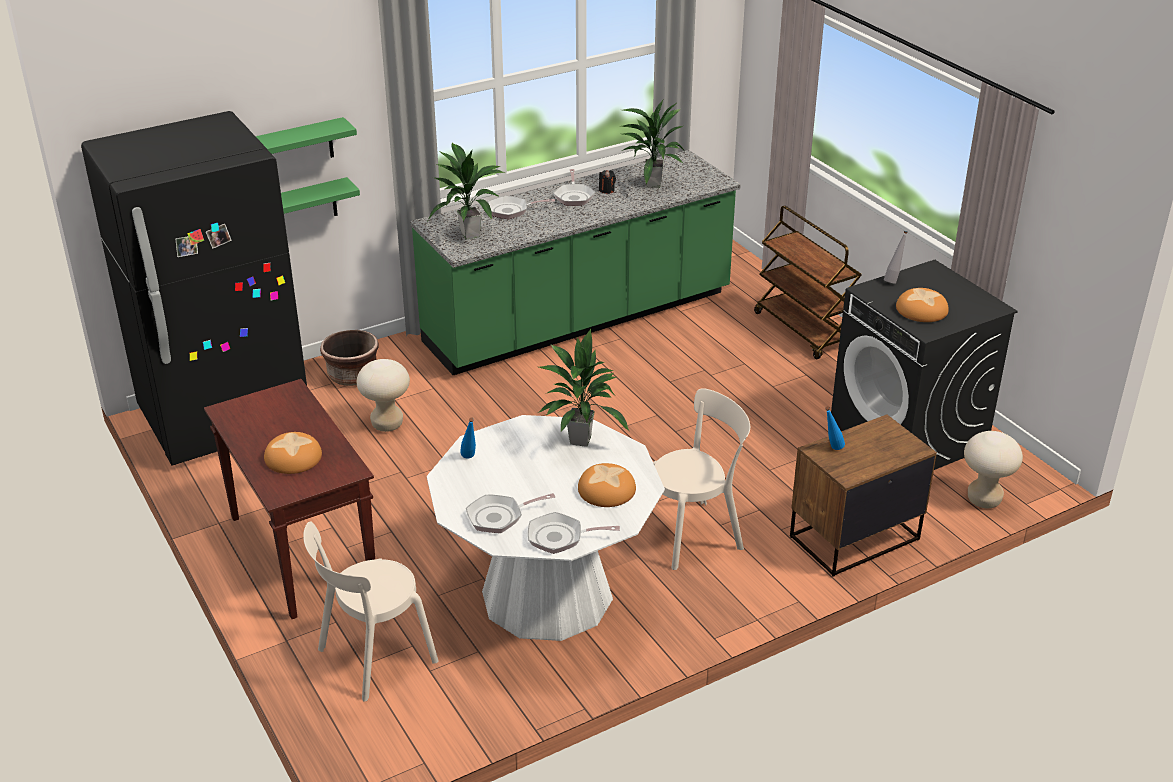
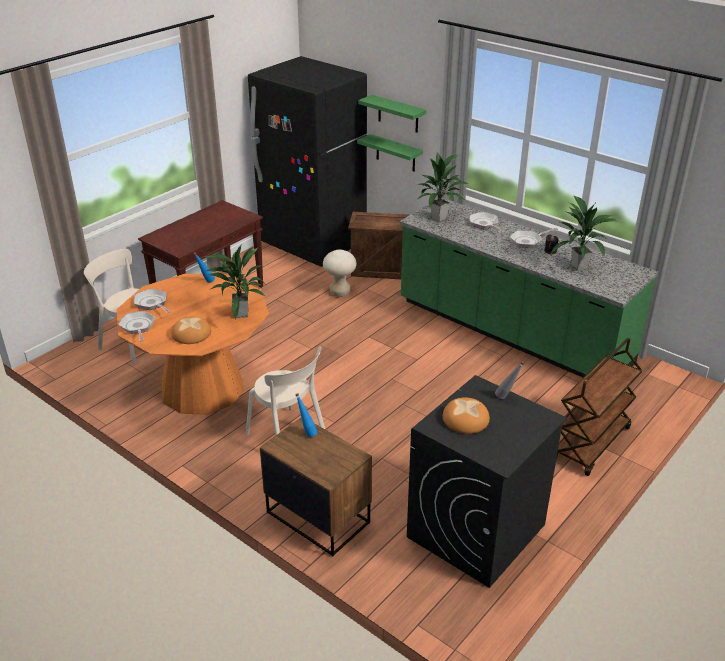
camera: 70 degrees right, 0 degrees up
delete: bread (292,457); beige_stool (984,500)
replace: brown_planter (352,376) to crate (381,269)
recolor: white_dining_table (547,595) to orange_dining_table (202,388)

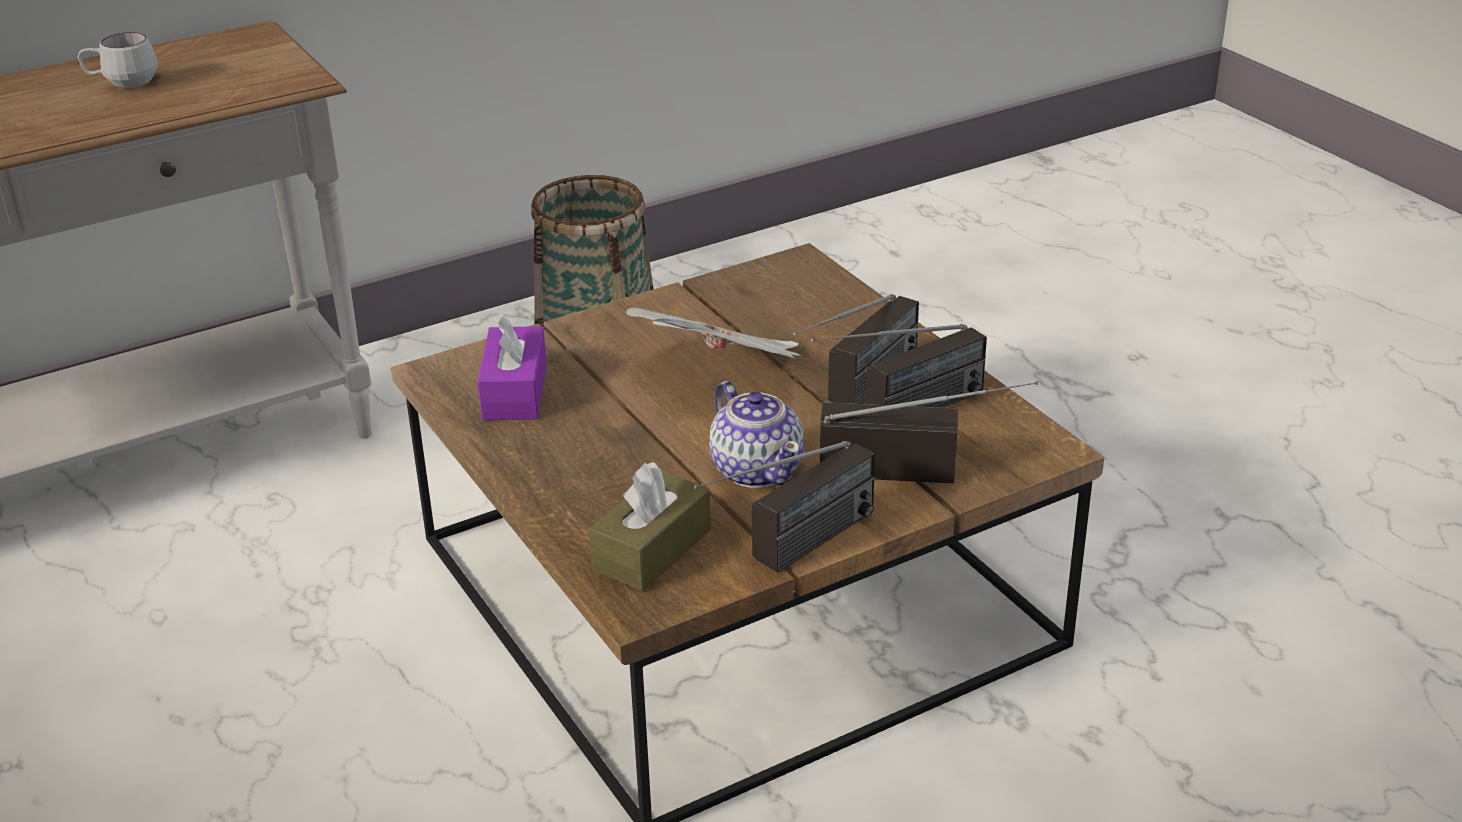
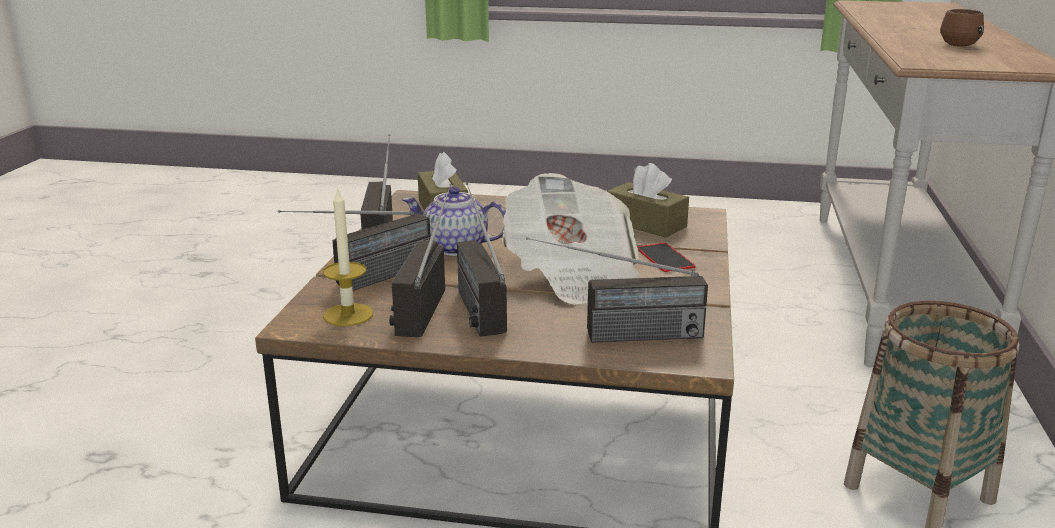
camera: 130 degrees right, 10 degrees down
insert: candle (348,315); radio (614,336); phone (664,257)
recolor: white_mug (122,84) to brown_mug (960,44); purple_tissue_box (515,391) to brown_tissue_box (645,224)

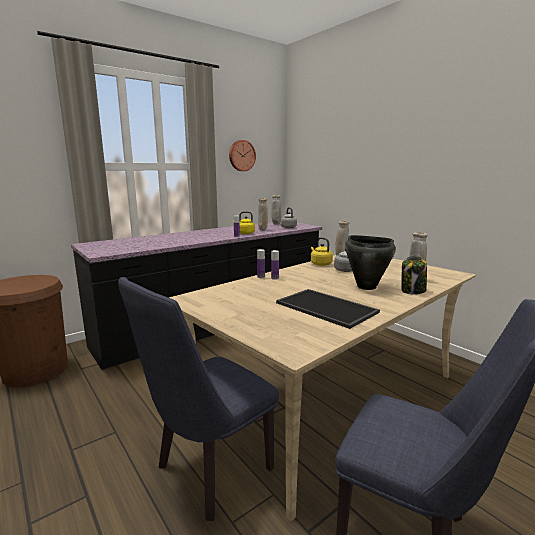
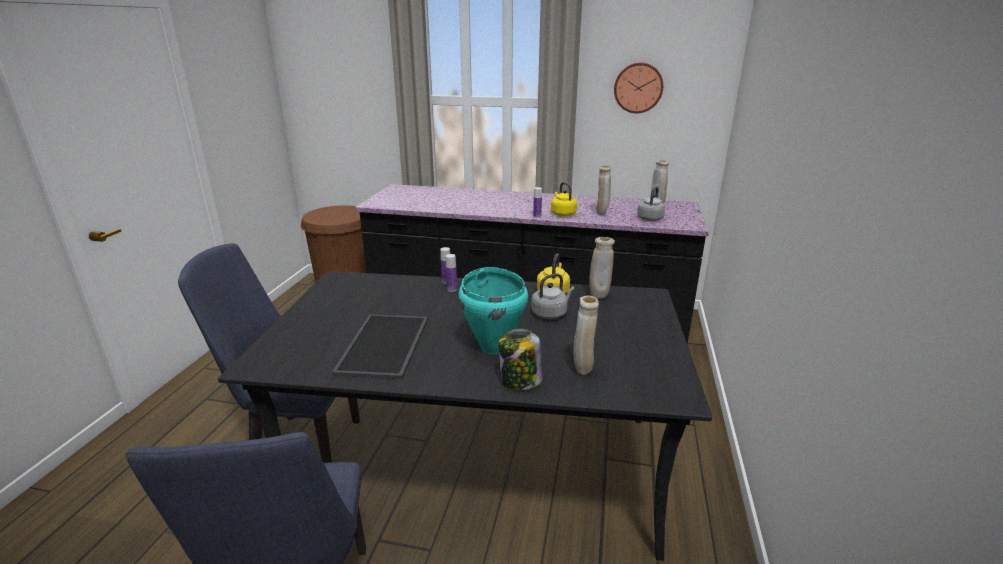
camera: 50 degrees right, 10 degrees up
recolor: beige_dining_table (329,396) to black_dining_table (479,463); black_cooking_pot (366,287) to turquoise_cooking_pot (494,346)

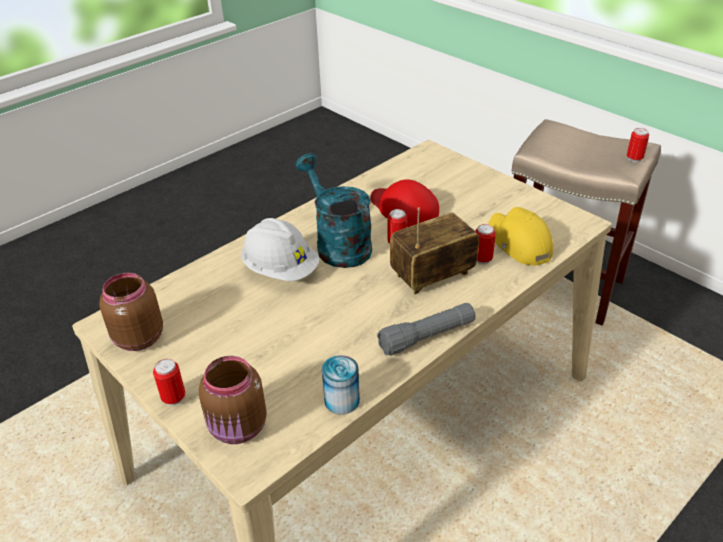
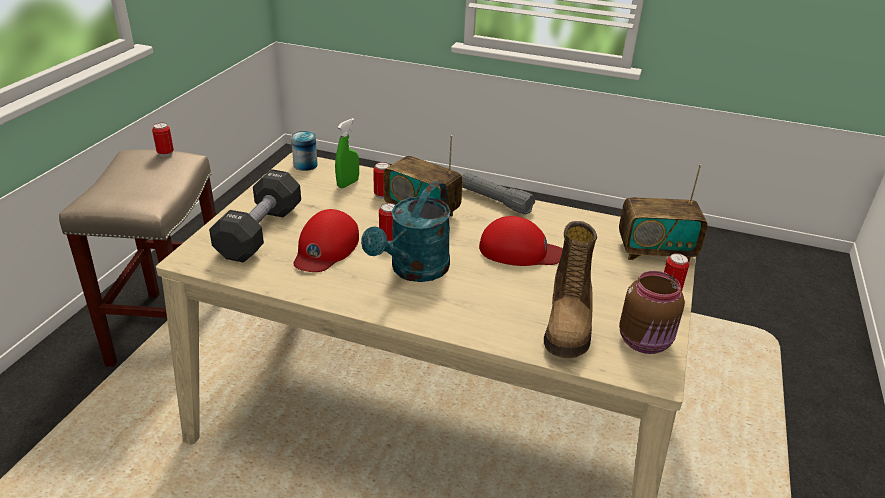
camera: 120 degrees left, 5 degrees down
delete: white_hard_hat (280,270)
insert: black_dumbbell (260,232); red_cap (520,251); boot (569,323)
move: can (342,400) to (305,165)
replace: brown_jar (238,428) to radio (655,251); yellow_cap (518,243) to green_spray_bottle (348,184)

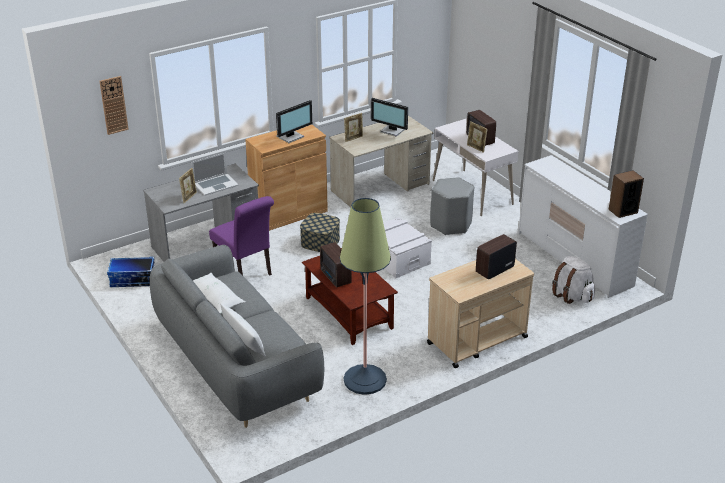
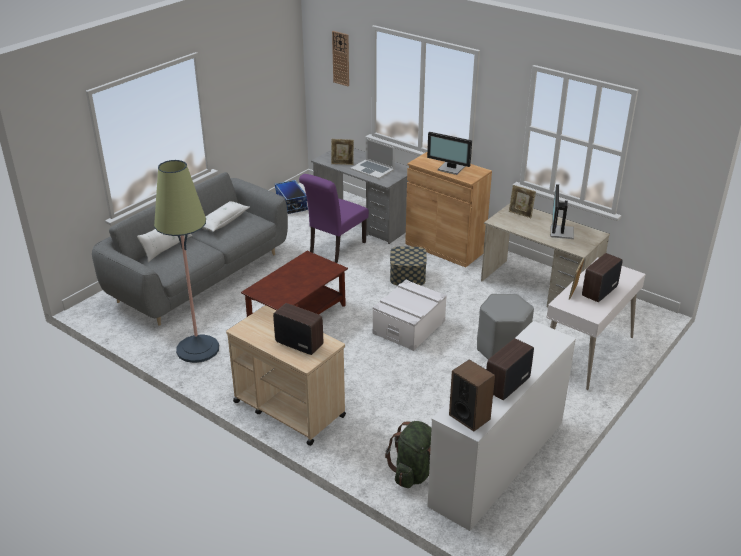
camera: 70 degrees right, 0 degrees up
move: radio (335,278) to (505,385)
recolor: white_backpack (572,296) to green_backpack (414,472)

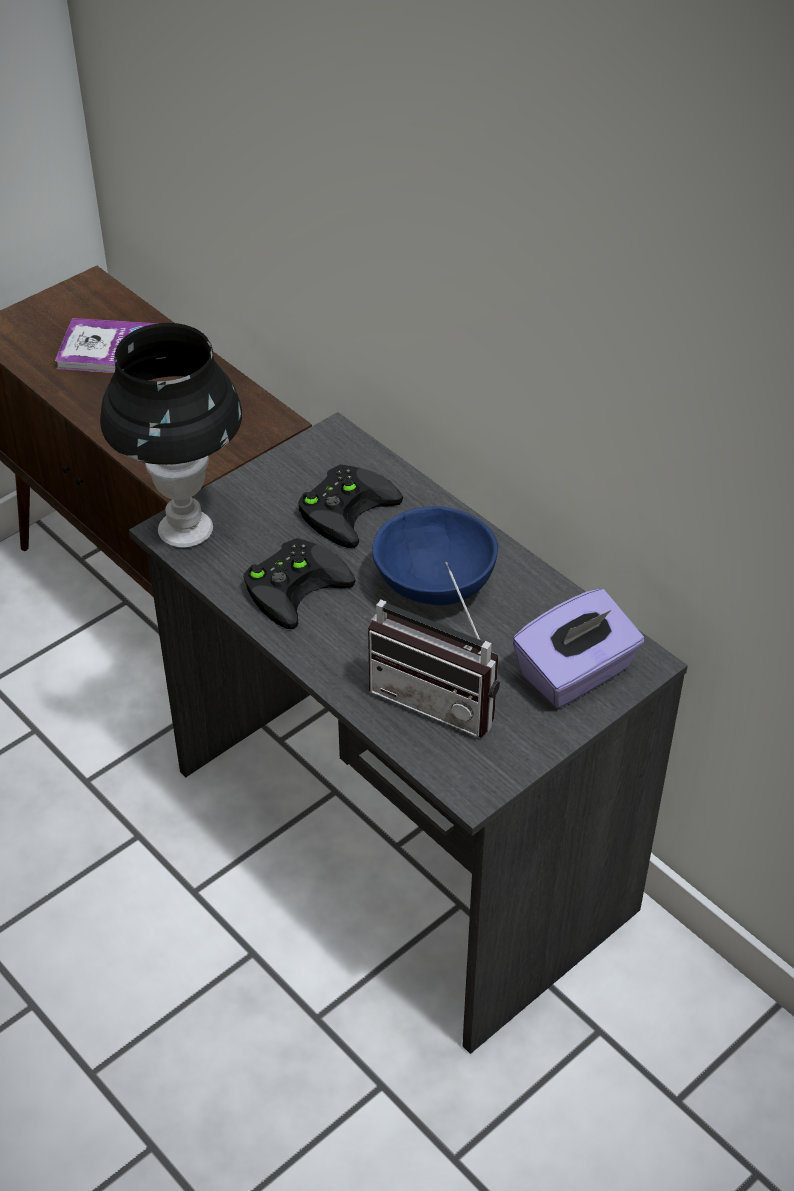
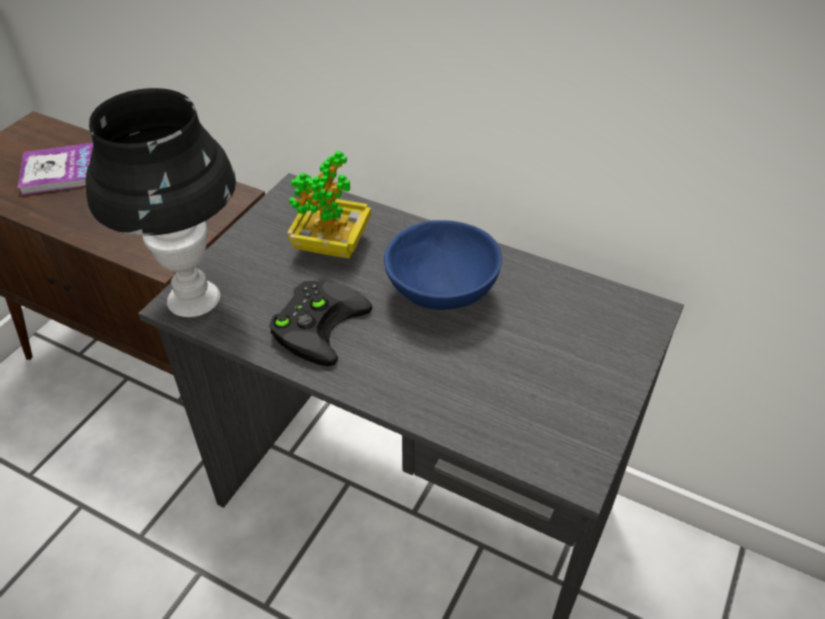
camera: 20 degrees left, 0 degrees up
delete: radio (440,697); purple_tissue_box (575,674)
replace: black_game_controller (346,507) to potted_plant (332,245)

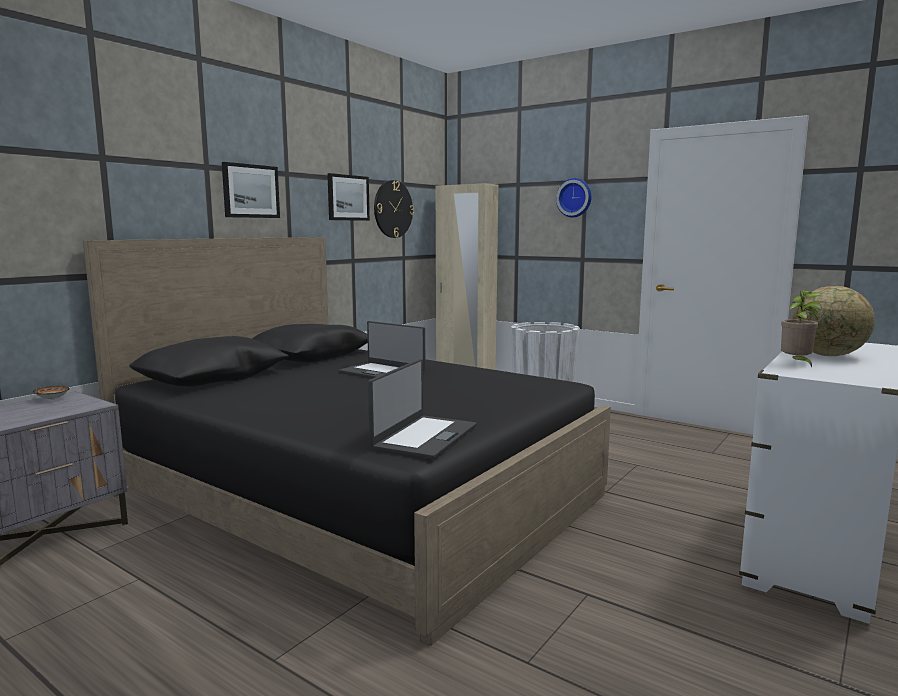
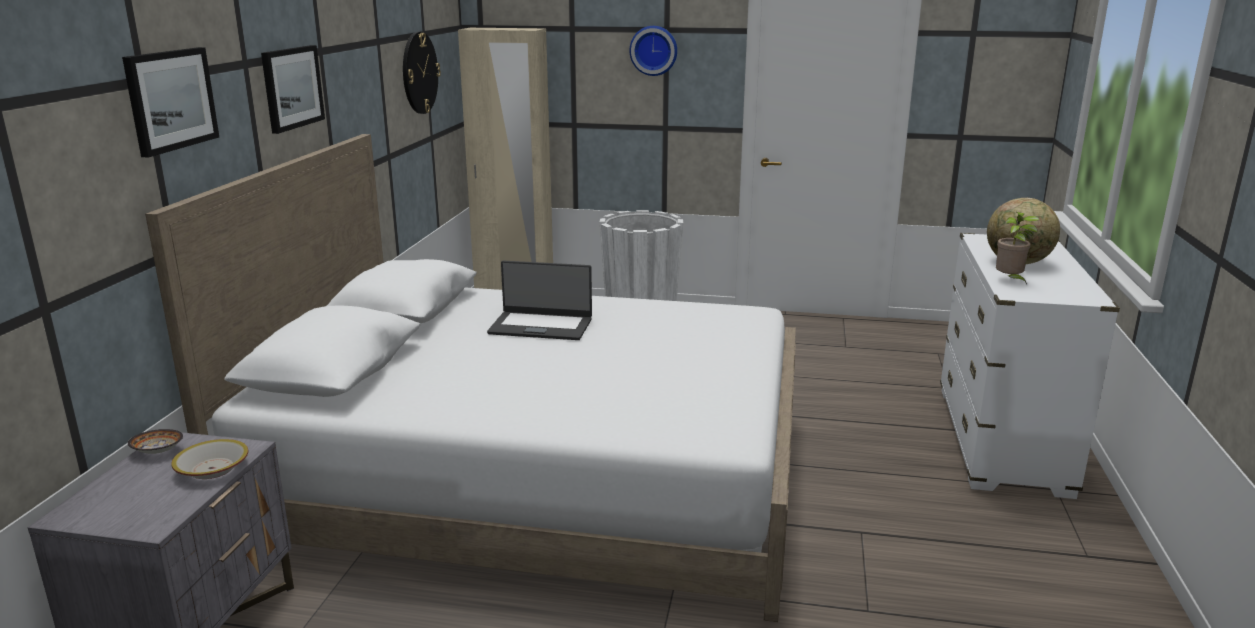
camera: 25 degrees left, 10 degrees up
delete: laptop (424,437)
insert: bowl (212,469)
move: picture (348,197) to (170,100)
recolor: black_bed (359,493) to white_bed (538,476)

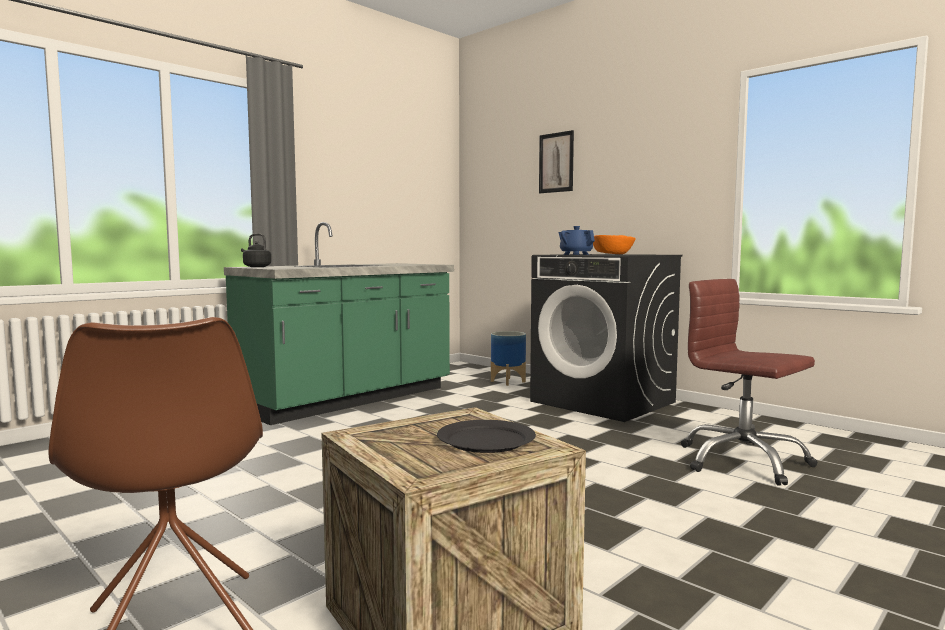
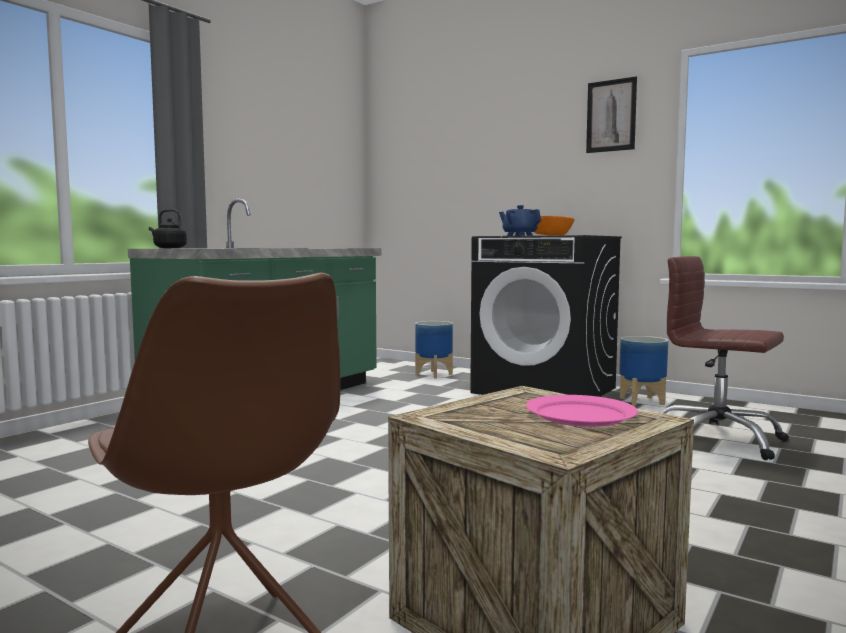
camera: 10 degrees left, 0 degrees up
insert: planter (642,401)
move: picture (556,162) to (611,116)
recolor: black_plate (485,440) to pink_plate (579,415)

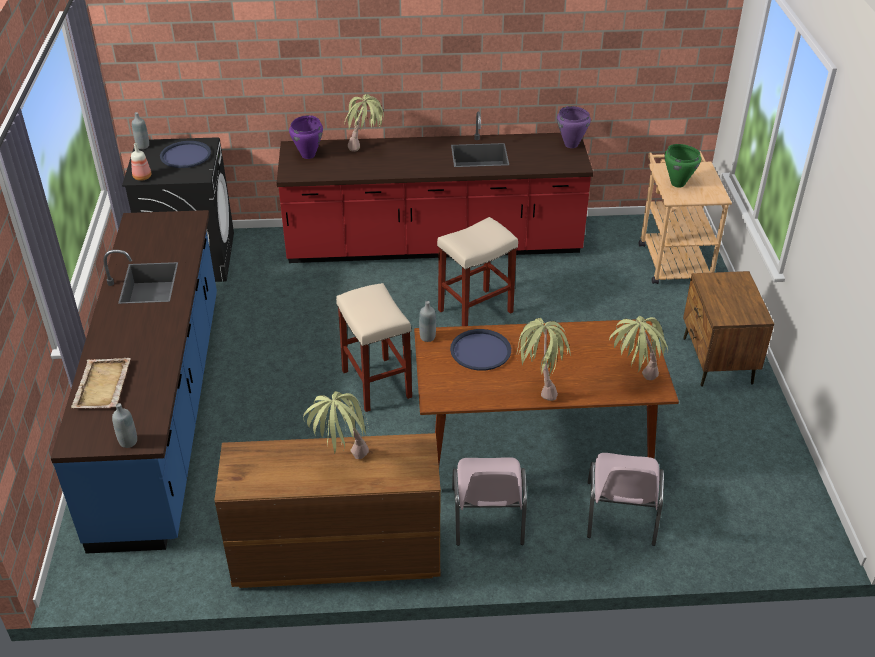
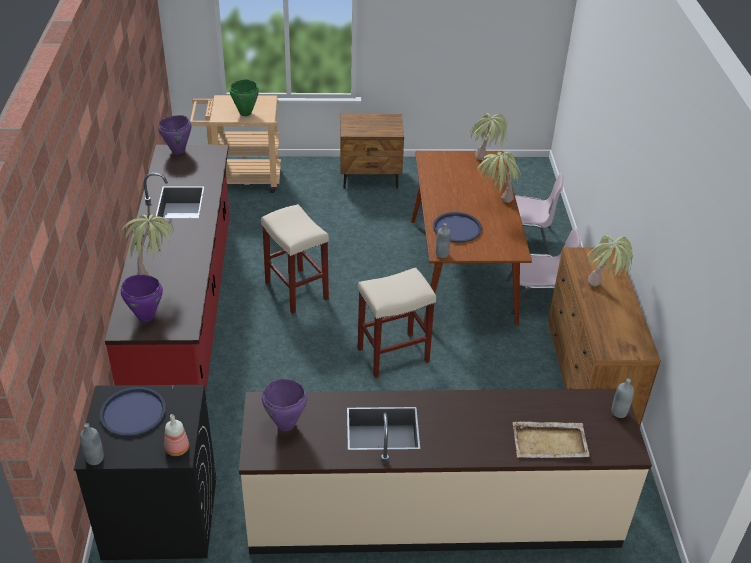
camera: 90 degrees left, 0 degrees up
insert: purple_cooking_pot (286,425)
recolor: blue_counter (162,411) to beige_counter (433,512)

